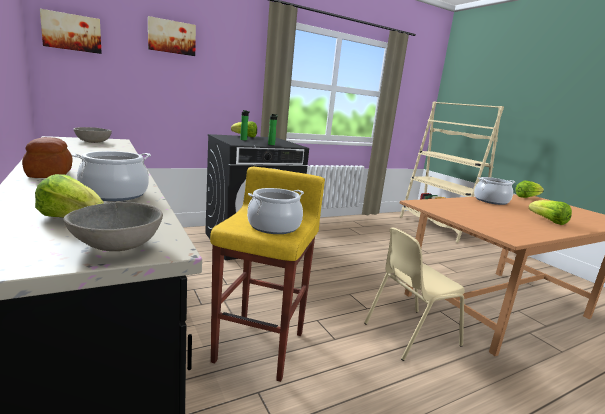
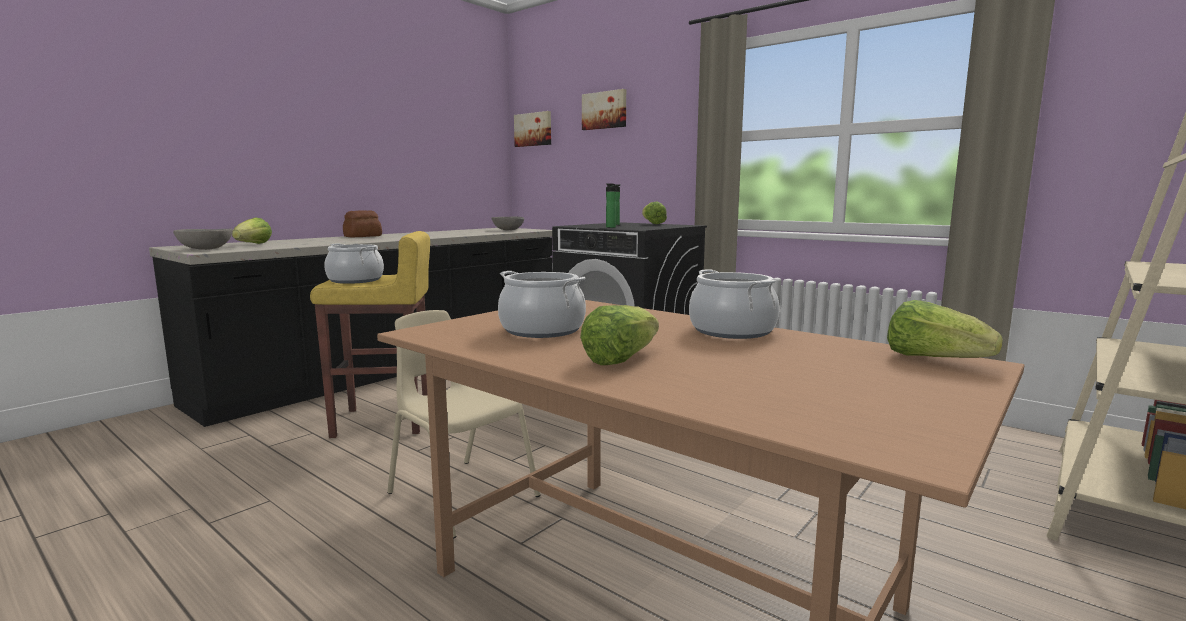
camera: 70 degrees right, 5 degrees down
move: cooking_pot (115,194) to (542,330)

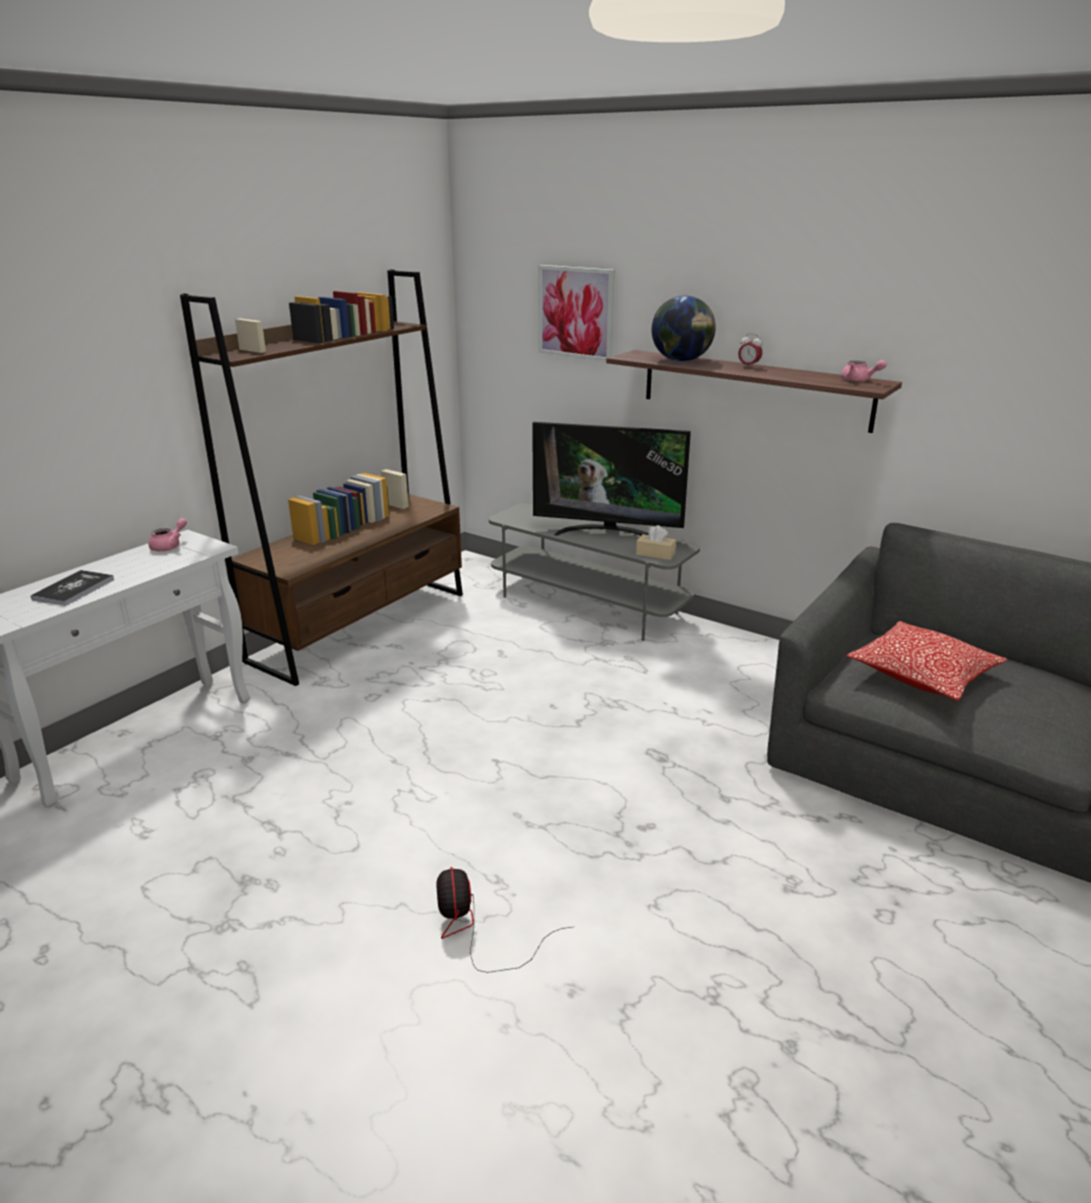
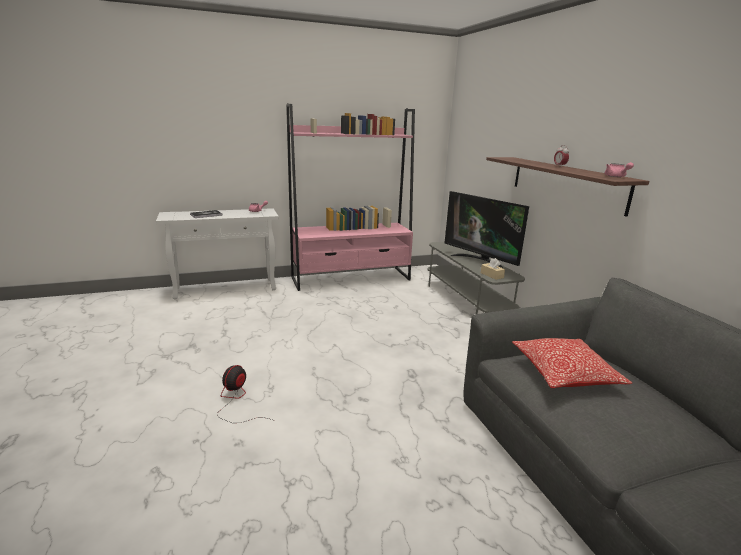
camera: 35 degrees right, 5 degrees down
delete: picture (576,312); globe (681,360)
recolor: brown_bookcase (361,626) to pink_bookcase (351,278)

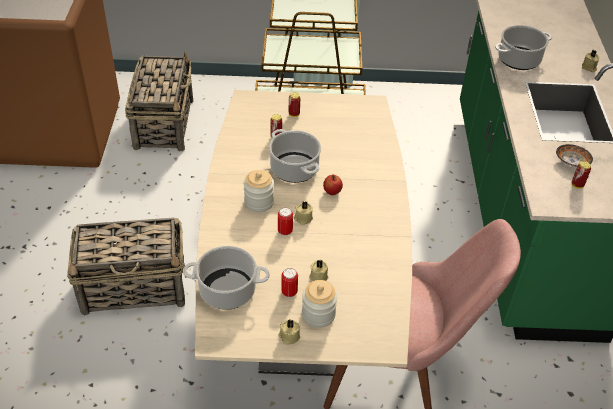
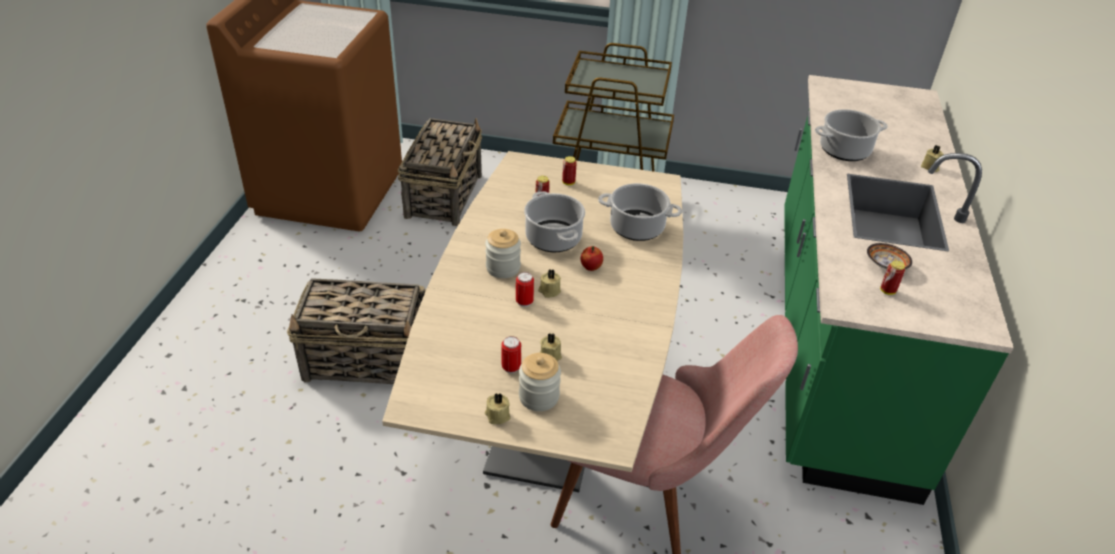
camera: 10 degrees right, 5 degrees down
move: cooking_pot (228,290) to (637,227)

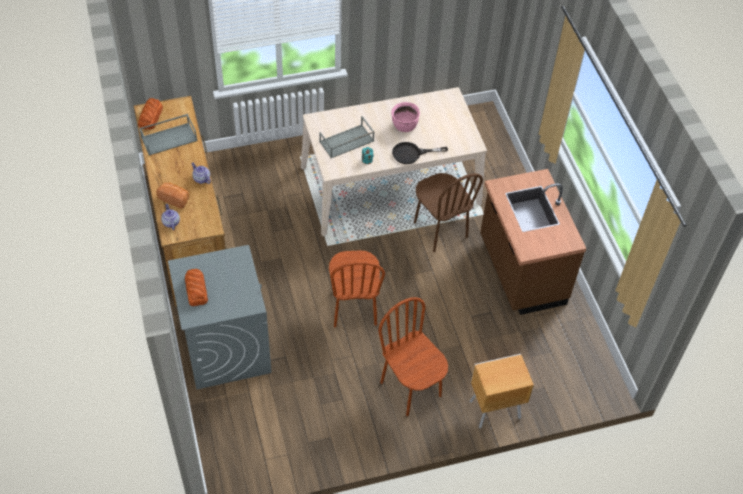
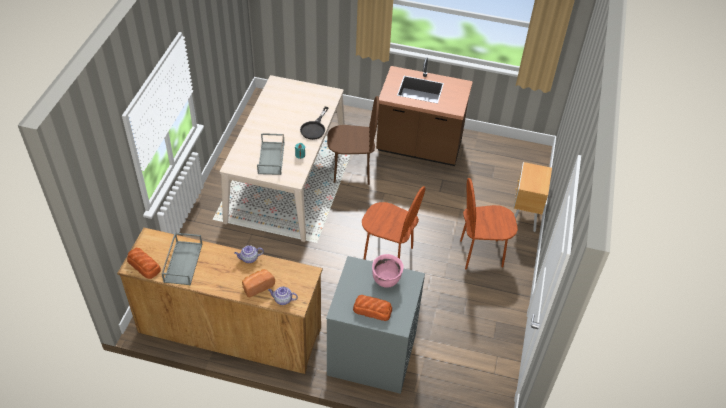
camera: 60 degrees left, 5 degrees down
move: pink_cooking_pot (404,126) to (386,280)

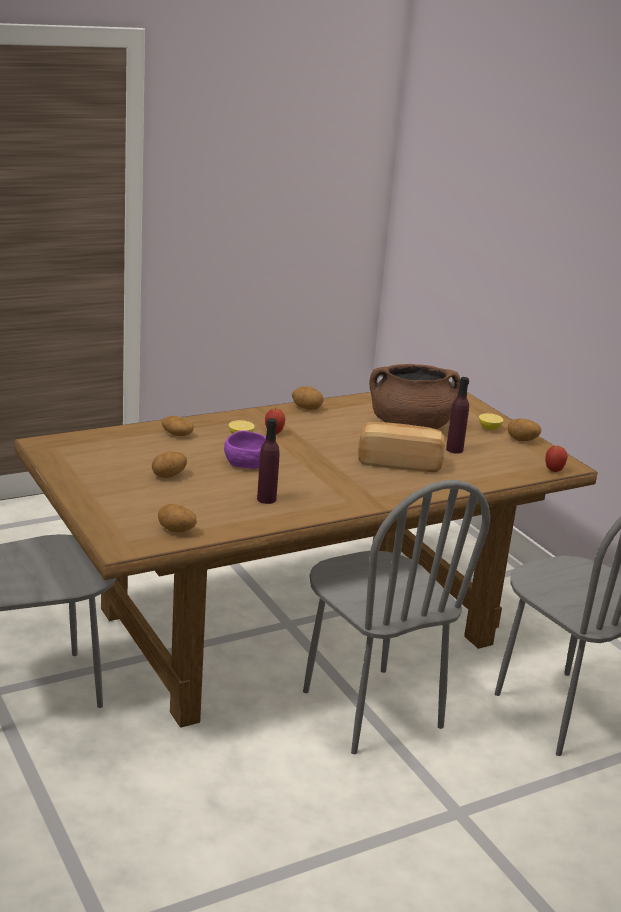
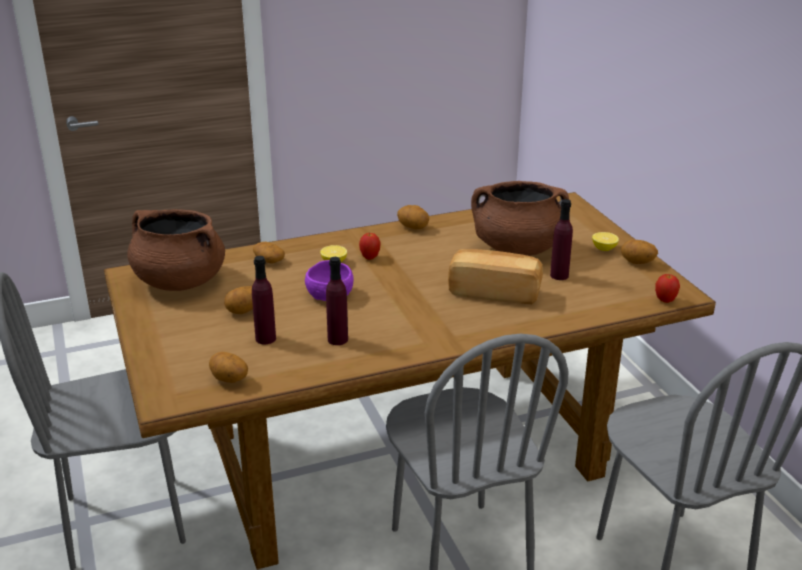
camera: 10 degrees right, 5 degrees up
insert: brown_cooking_pot (179,281); purple_bottle (265,338)

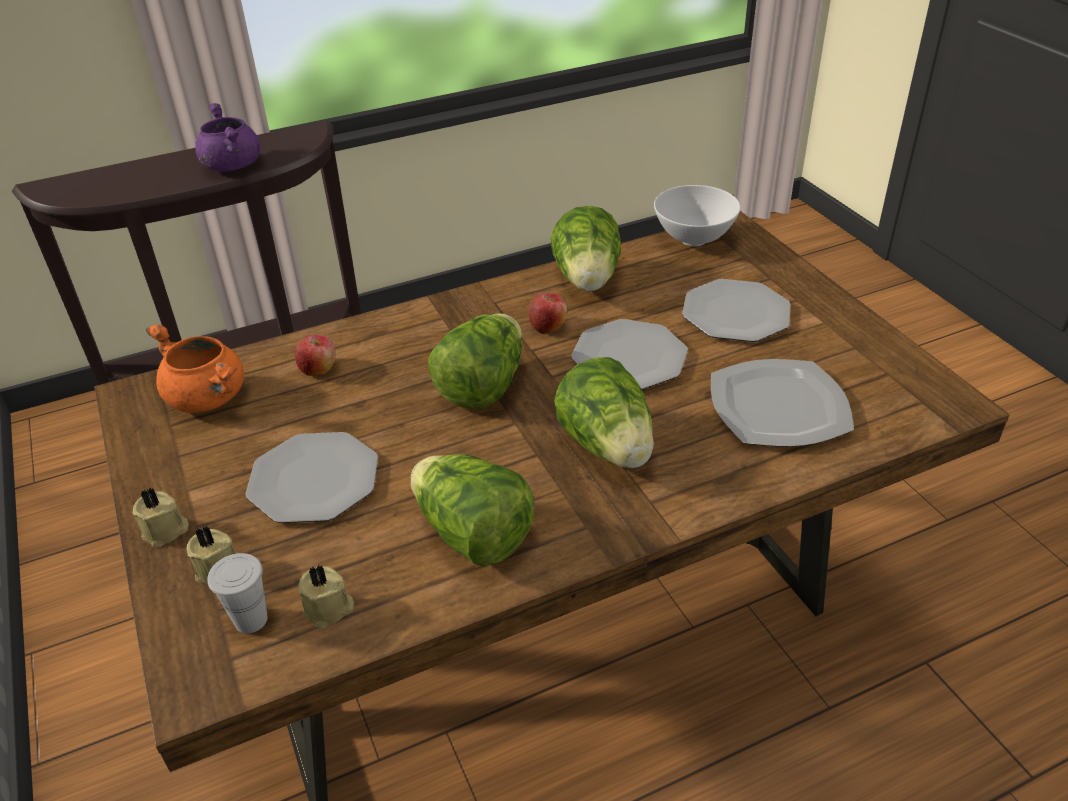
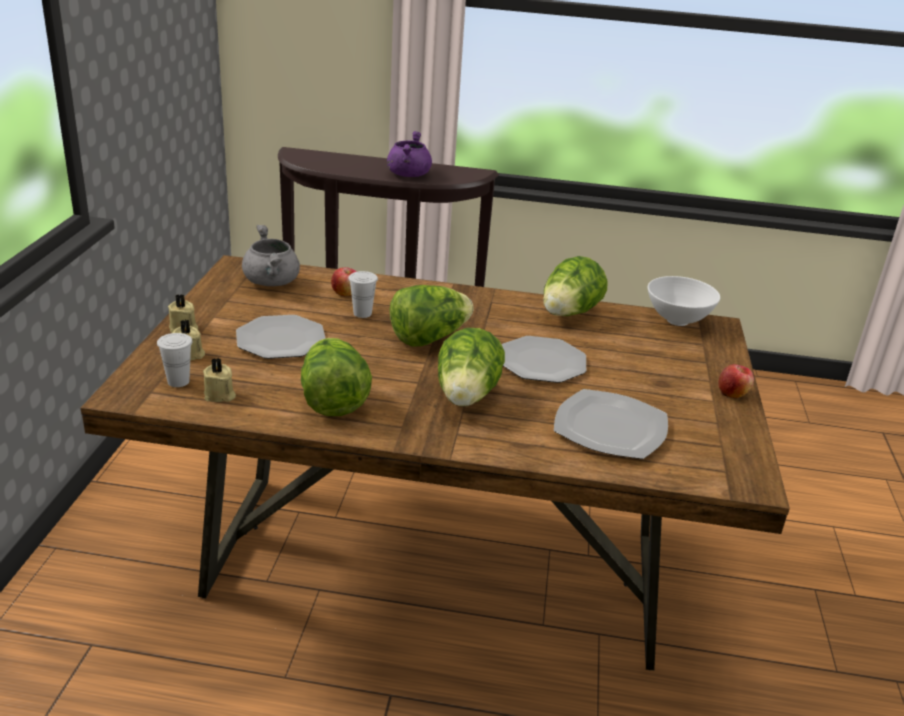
camera: 30 degrees right, 10 degrees down
delete: plate (735,313)
insert: white_cup (362,313)
move: apple (548,326) to (733,393)
recolor: orange_cooking_pot (209,398) to grey_cooking_pot (272,282)

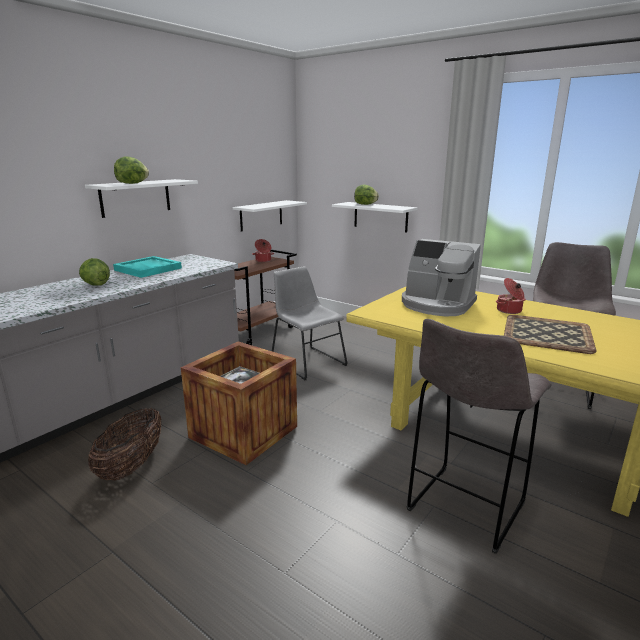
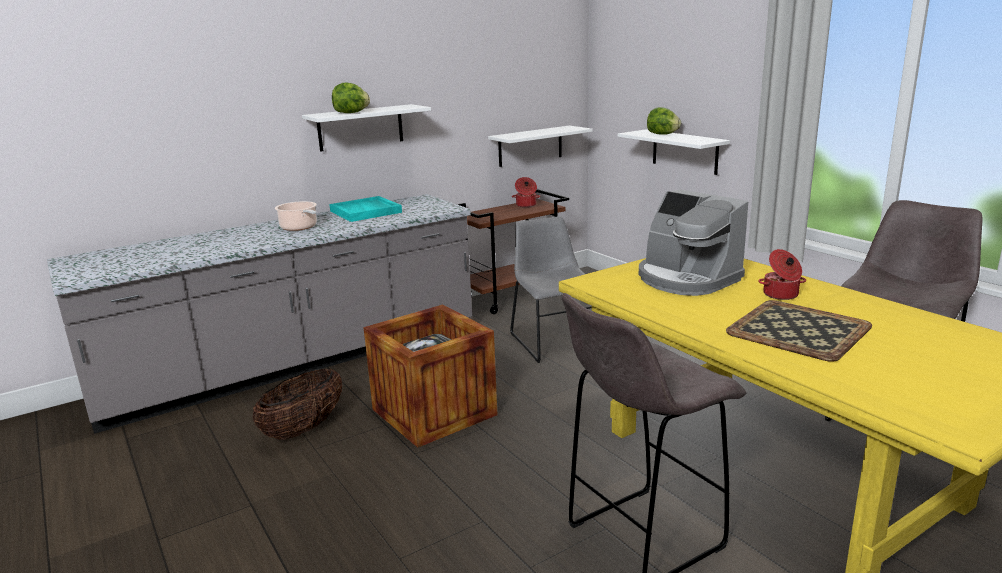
camera: 20 degrees right, 0 degrees up
replace: lettuce (95,285) to cooking_pot (299,227)

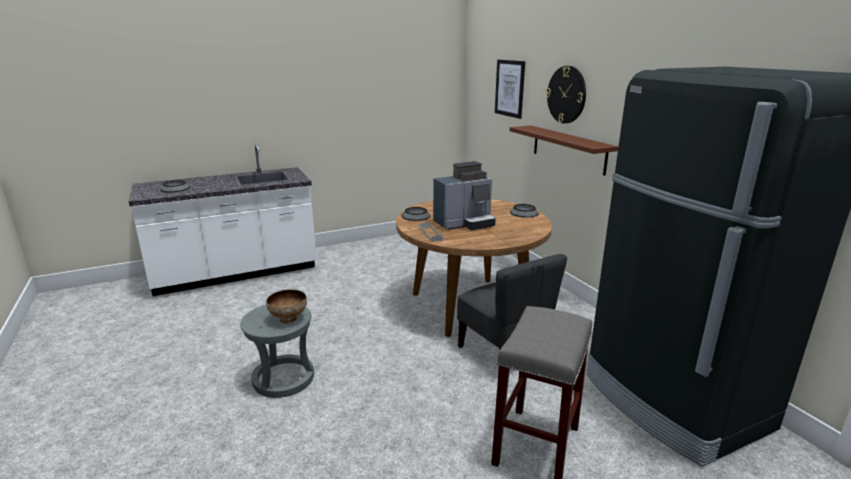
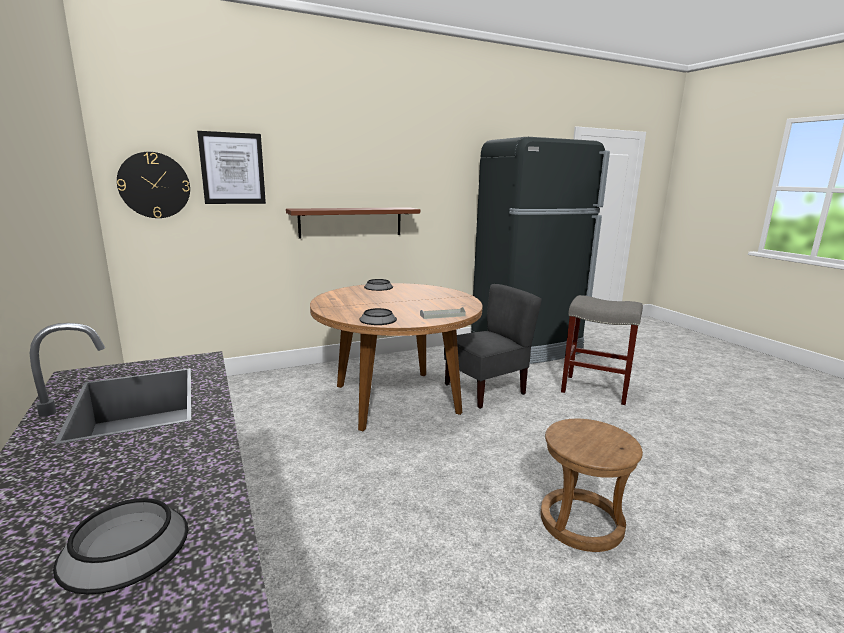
camera: 90 degrees left, 5 degrees down
delete: bowl (289,319); coffee_machine (465,223)
move: wall_clock (566,95) to (154,185)
recolor: grey_stool (283,378) to brown_stool (581,522)

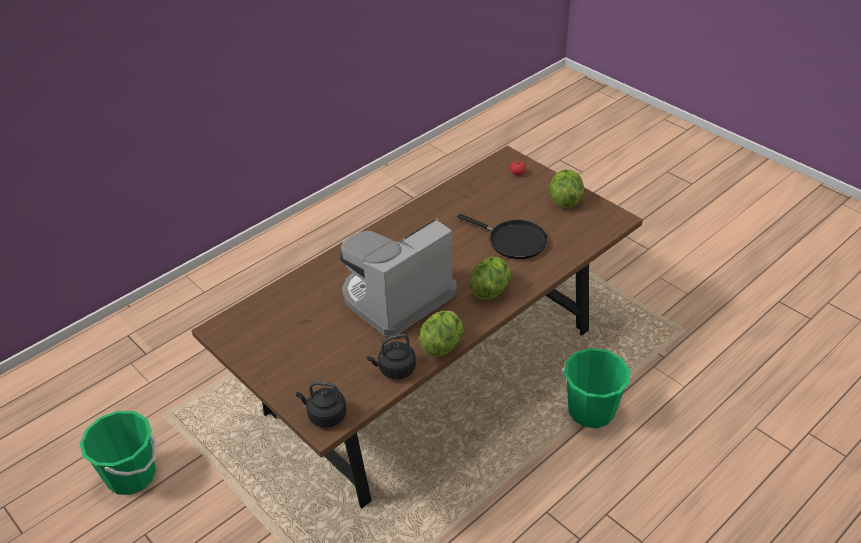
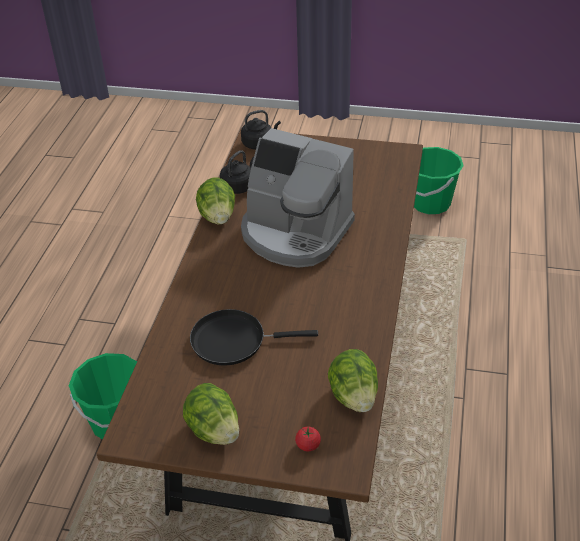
camera: 145 degrees right, 0 degrees up
move: lettuce (490,290) to (353,396)
rotate: coffee_machine (396,297) = (295,233) 105 degrees clockwise

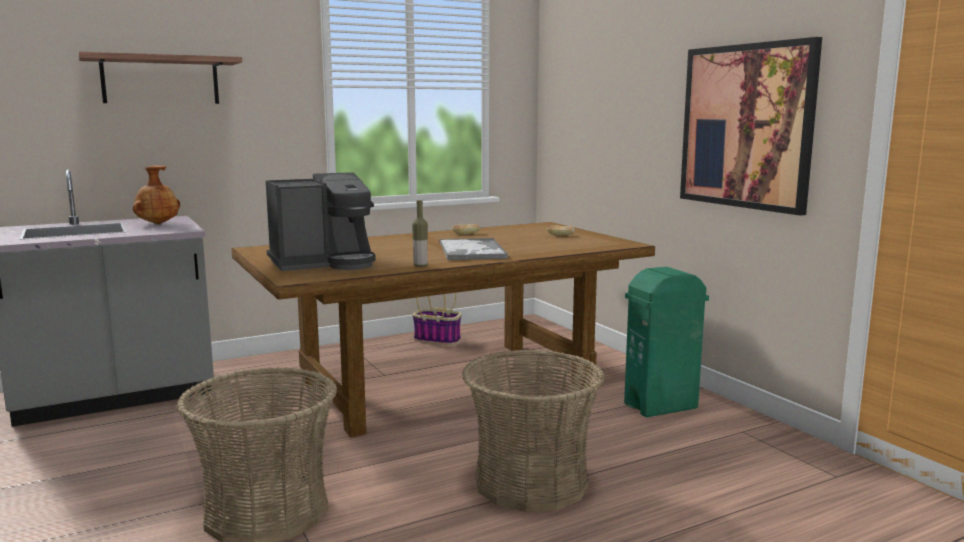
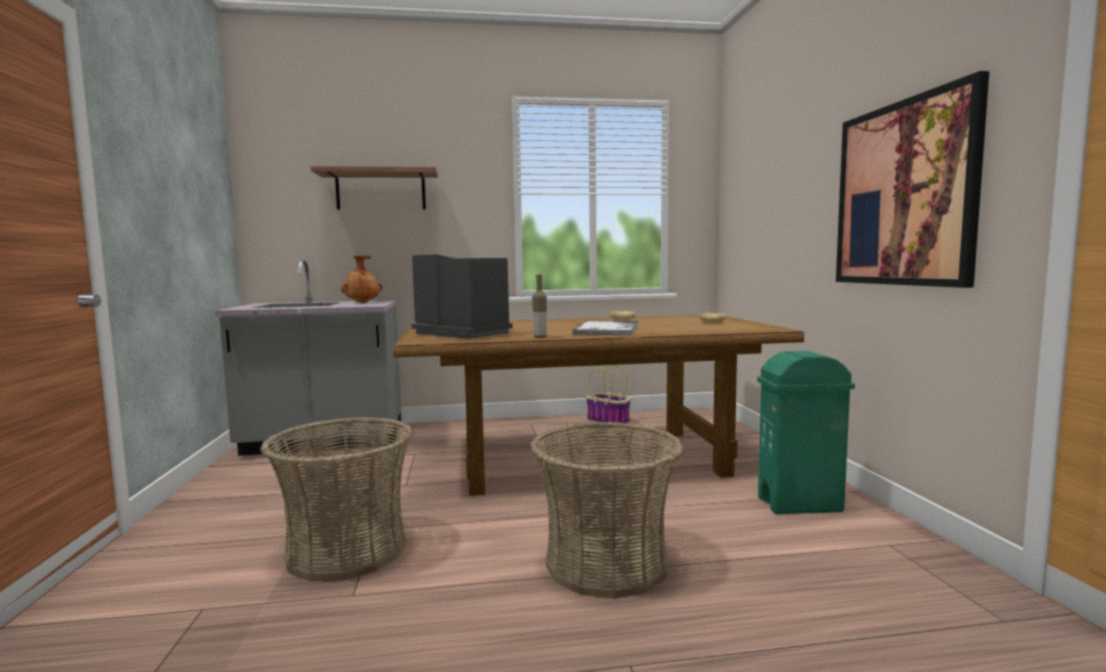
camera: 20 degrees right, 5 degrees down
rotate: coffee_machine (324,263) = (462,333) 135 degrees counterclockwise

